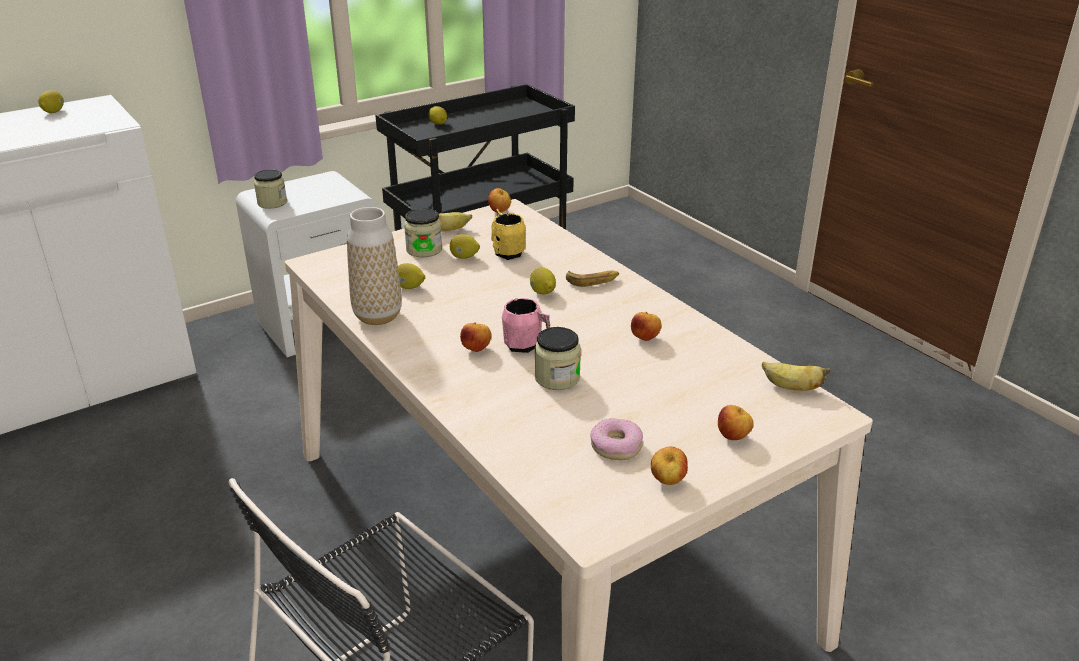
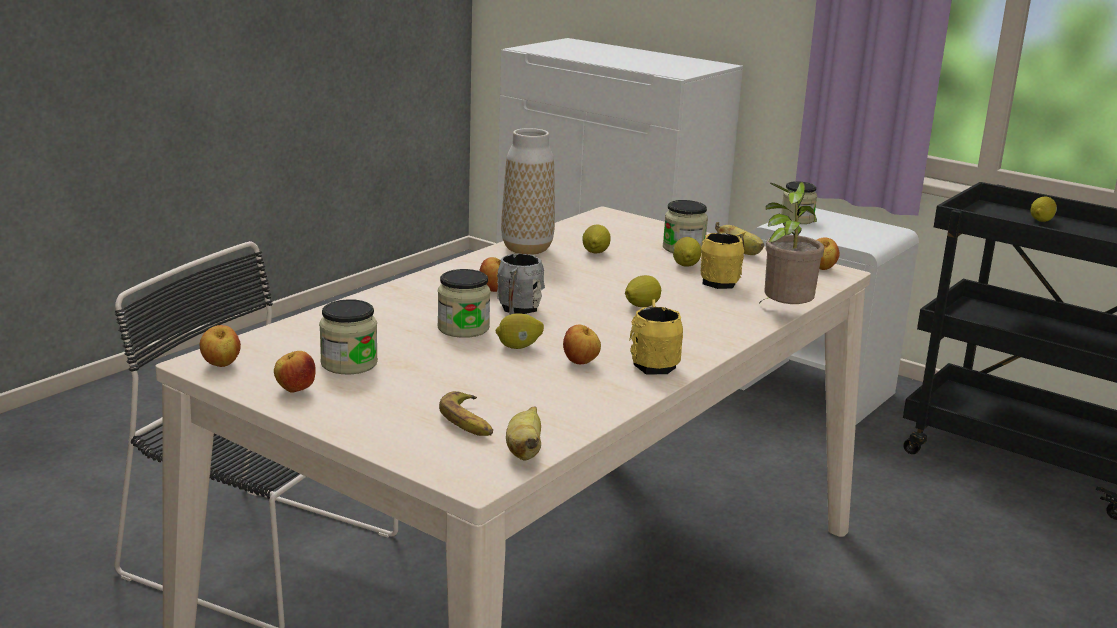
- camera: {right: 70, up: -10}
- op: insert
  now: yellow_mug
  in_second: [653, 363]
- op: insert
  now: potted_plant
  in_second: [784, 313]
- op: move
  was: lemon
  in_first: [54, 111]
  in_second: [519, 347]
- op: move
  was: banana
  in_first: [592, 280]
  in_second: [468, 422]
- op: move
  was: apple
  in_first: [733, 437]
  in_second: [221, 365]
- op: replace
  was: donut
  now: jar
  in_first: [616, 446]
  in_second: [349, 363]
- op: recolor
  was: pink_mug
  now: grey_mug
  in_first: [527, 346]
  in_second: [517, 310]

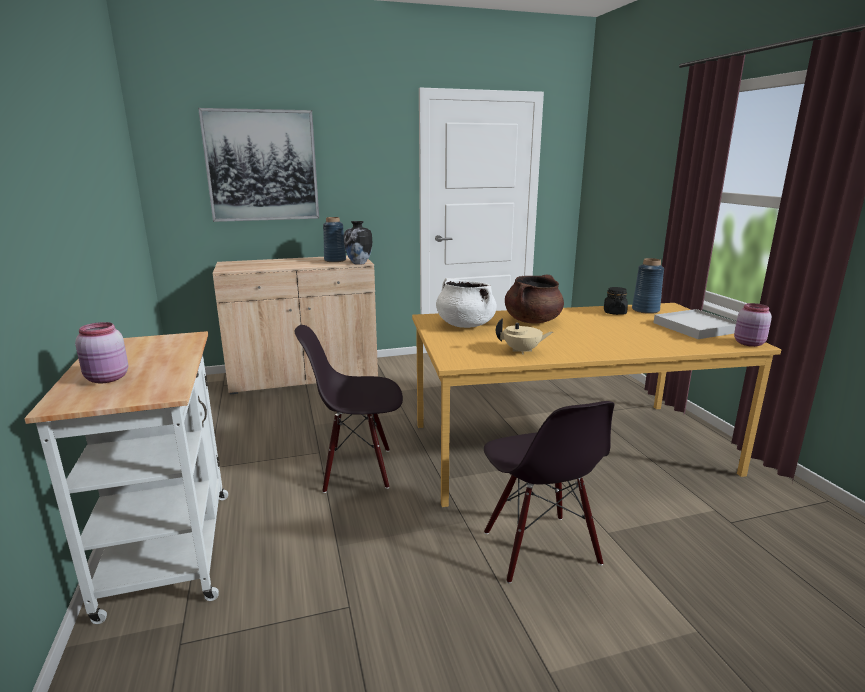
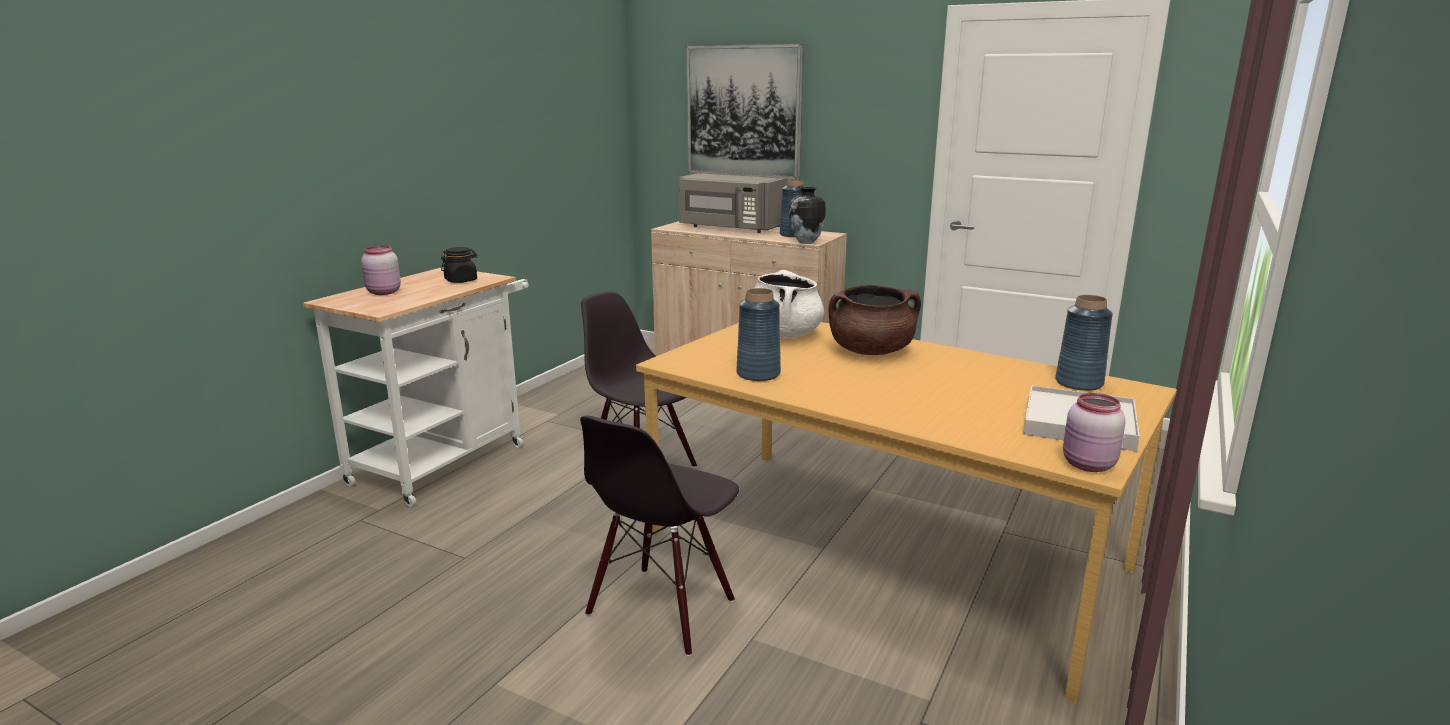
- camera: {right: 45, up: 0}
- op: insert
  now: grey_microwave
  in_second: [729, 228]
- op: move
  was: black_jar
  in_first: [614, 312]
  in_second: [461, 280]
- op: replace
  was: beige_teapot
  now: blue_vase
  in_first: [522, 351]
  in_second: [758, 374]

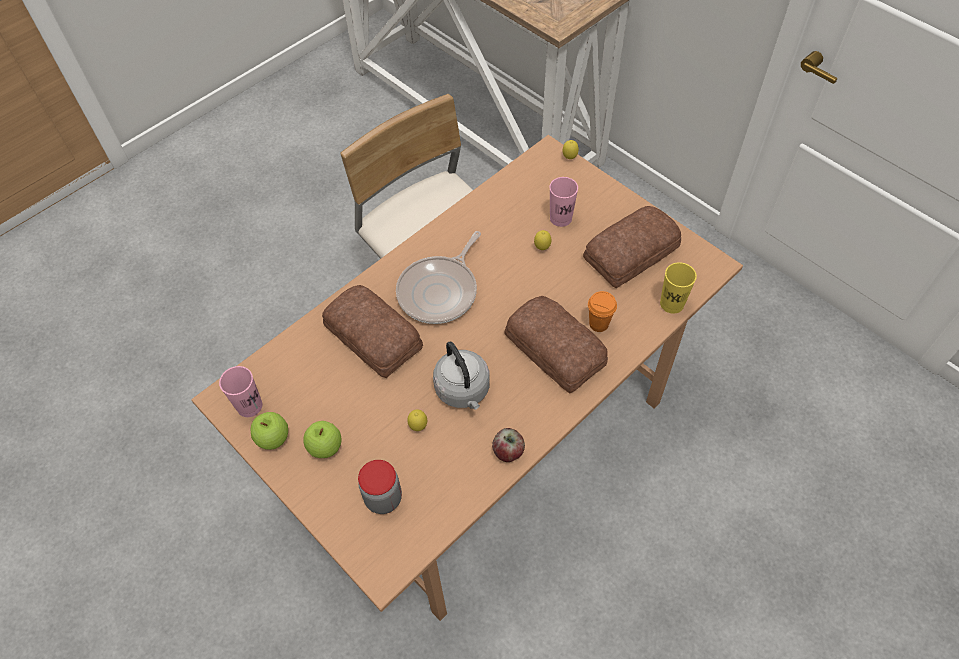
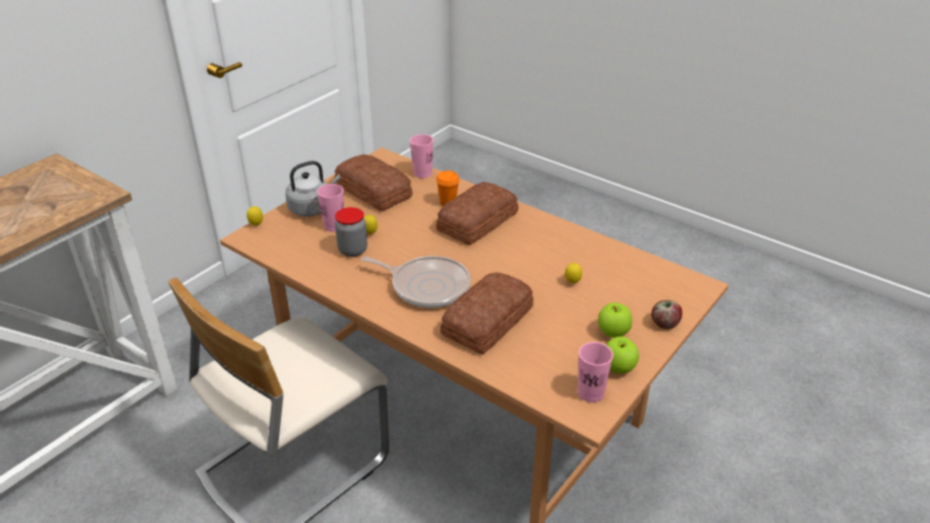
- camera: {right: -100, up: -20}
- op: move
  was: jar
  in_first: [383, 498]
  in_second: [353, 250]
- op: move
  was: grey_kettle
  in_first: [463, 391]
  in_second: [312, 208]
- op: move
  was: apple
  in_first: [508, 451]
  in_second: [664, 324]
- op: recolor
  was: yellow_cup
  now: pink_cup
  in_first: [672, 304]
  in_second: [422, 173]

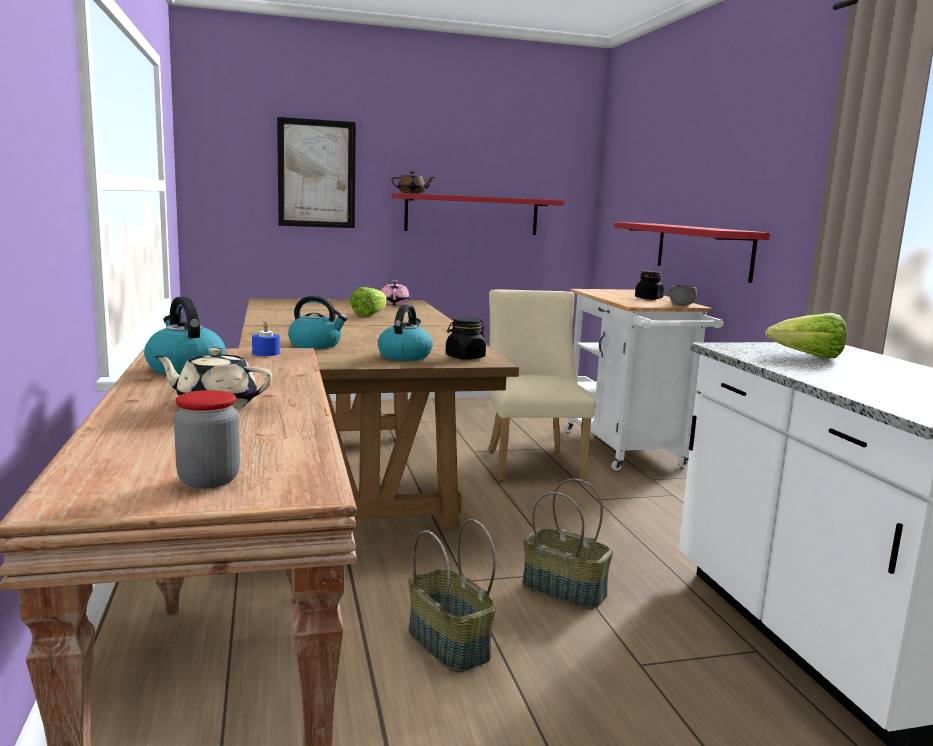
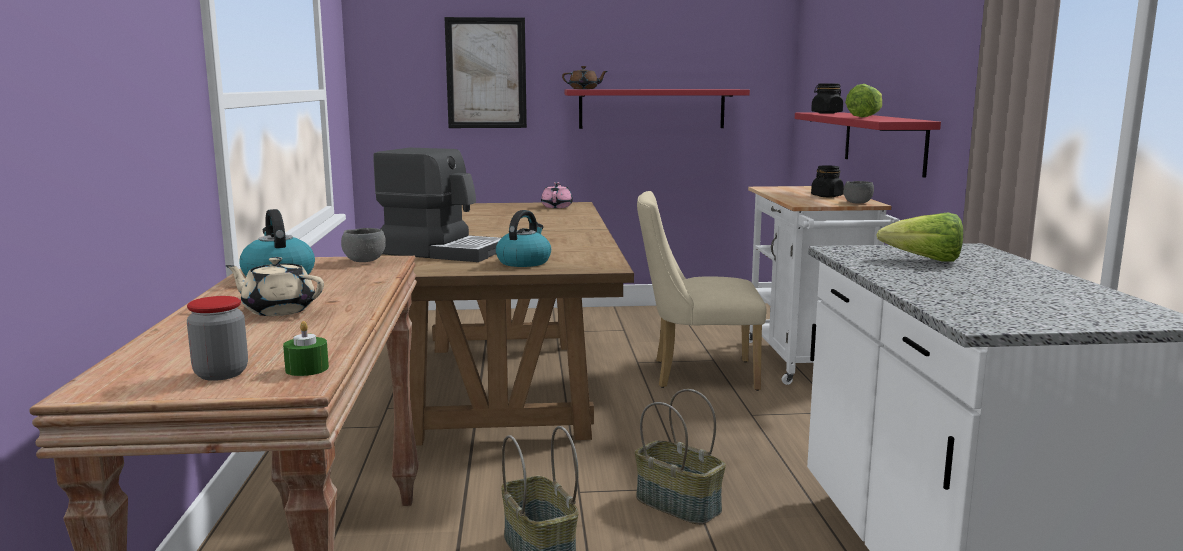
- camera: {right: 10, up: 0}
- op: insert
  now: green_candle
  in_second: [307, 369]
- op: move
  was: lettuce
  in_first: [369, 315]
  in_second: [865, 117]
- op: move
  was: black_jar
  in_first: [465, 357]
  in_second: [826, 113]
- op: replace
  was: blue_candle
  now: grey_bowl
  in_first: [266, 353]
  in_second: [364, 261]
- op: replace
  was: kettle
  now: coffee_machine
  in_first: [316, 345]
  in_second: [443, 251]
- op: rotate
  was: beige_chair
  in_first: [531, 462]
  in_second: [695, 374]
  clockwise: -90

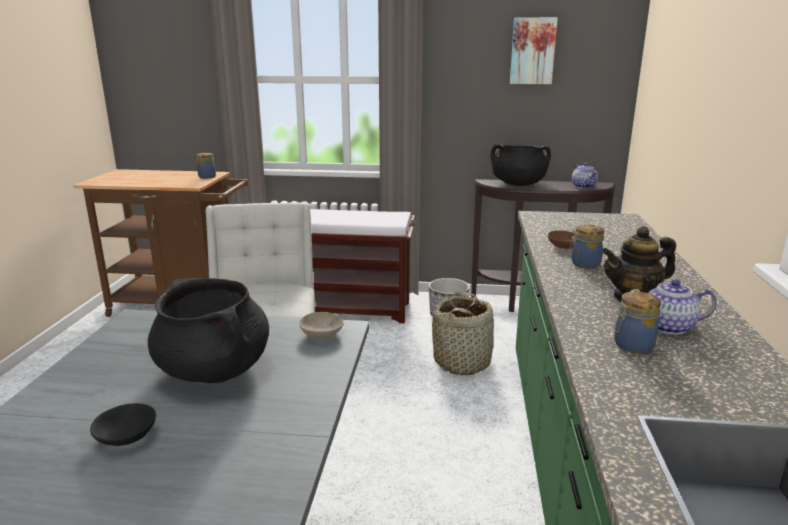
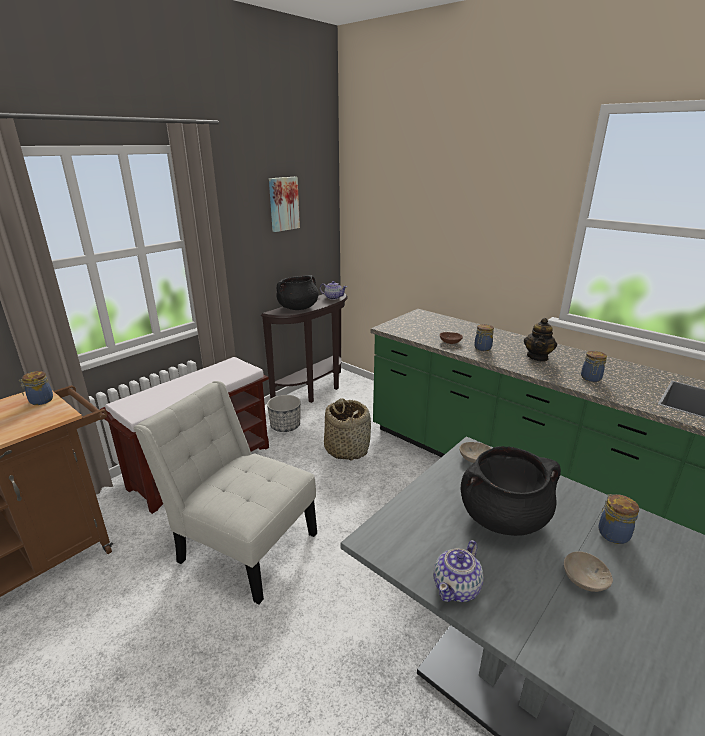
- camera: {right: -55, up: 5}
- op: insert
  now: jar
  in_second: [612, 533]
- op: move
  was: teapot
  in_first: [668, 327]
  in_second: [457, 587]
- op: recolor
  was: black_bowl
  now: beige_bowl
  in_first: [127, 435]
  in_second: [583, 579]

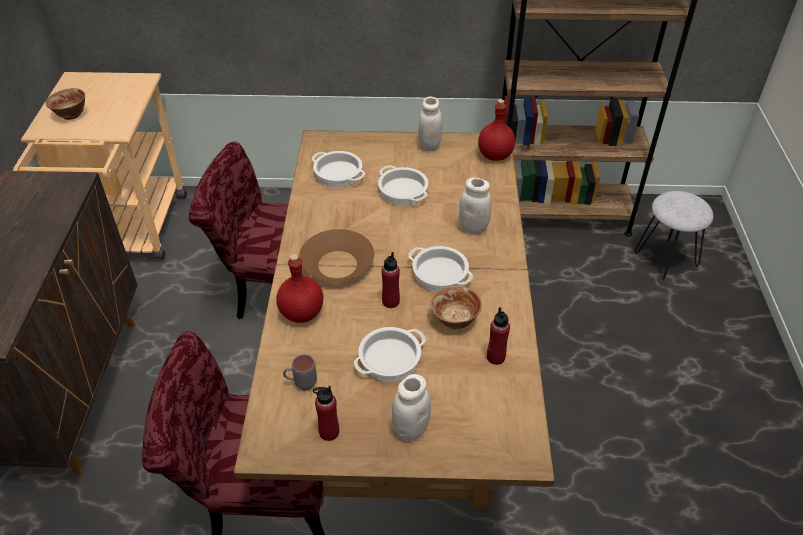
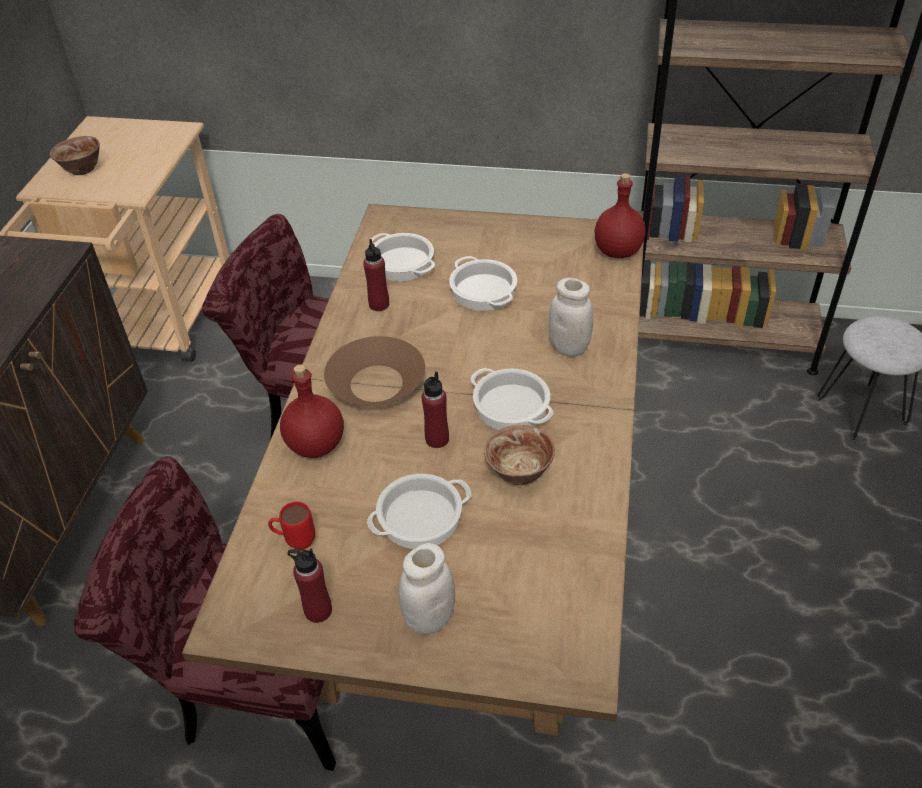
- camera: {right: 10, up: 0}
- op: delete
  was: white_jar
  in_first: [429, 145]
- op: move
  was: red_bottle
  in_first: [496, 357]
  in_second: [379, 304]
- op: recolor
  was: grey_mug
  now: red_mug
  in_first: [301, 384]
  in_second: [295, 541]

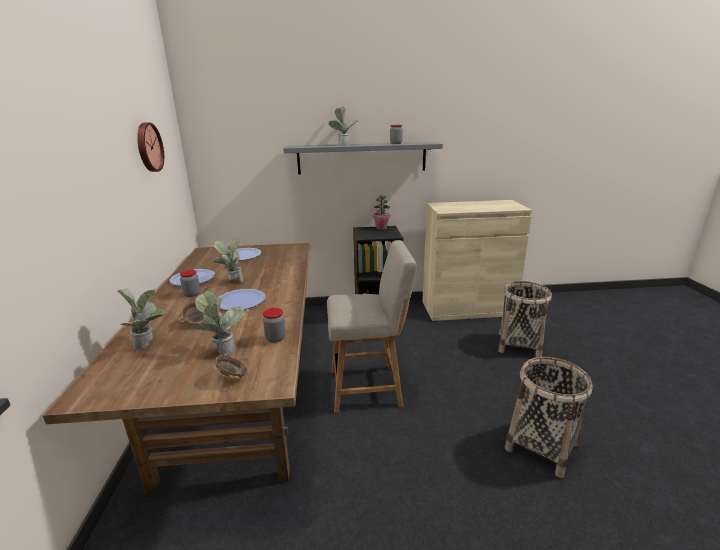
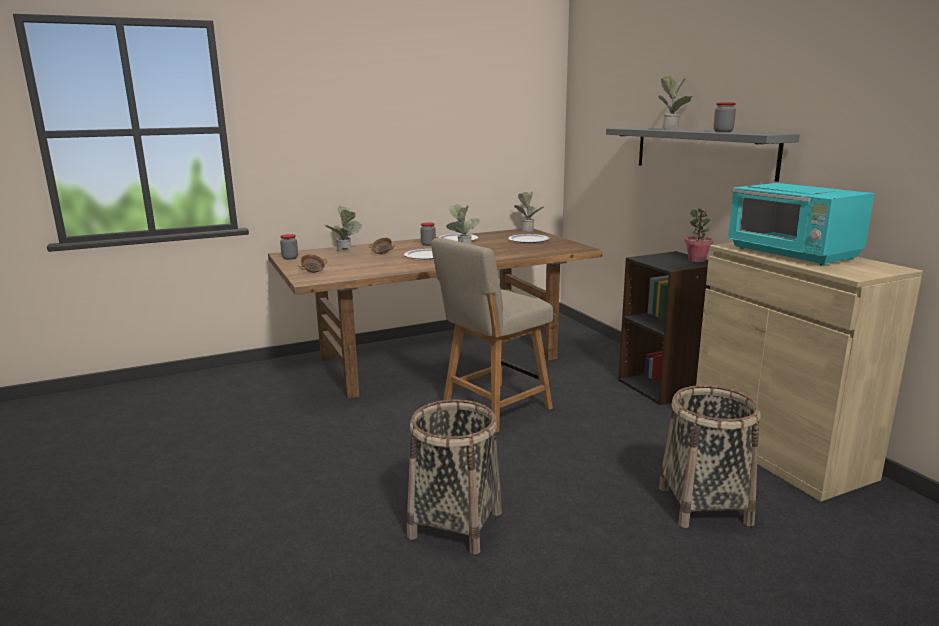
- camera: {right: 70, up: -5}
- op: delete
  was: wall_clock
  in_first: [148, 147]
- op: insert
  now: turquoise_microwave
  in_second: [792, 254]
- op: move
  was: potted_plant
  in_first: [222, 350]
  in_second: [528, 230]
- op: move
  was: jar
  in_first: [275, 338]
  in_second: [290, 258]
- op: rotate
  was: beige_chair
  in_first: [369, 387]
  in_second: [493, 408]
  clockwise: 75

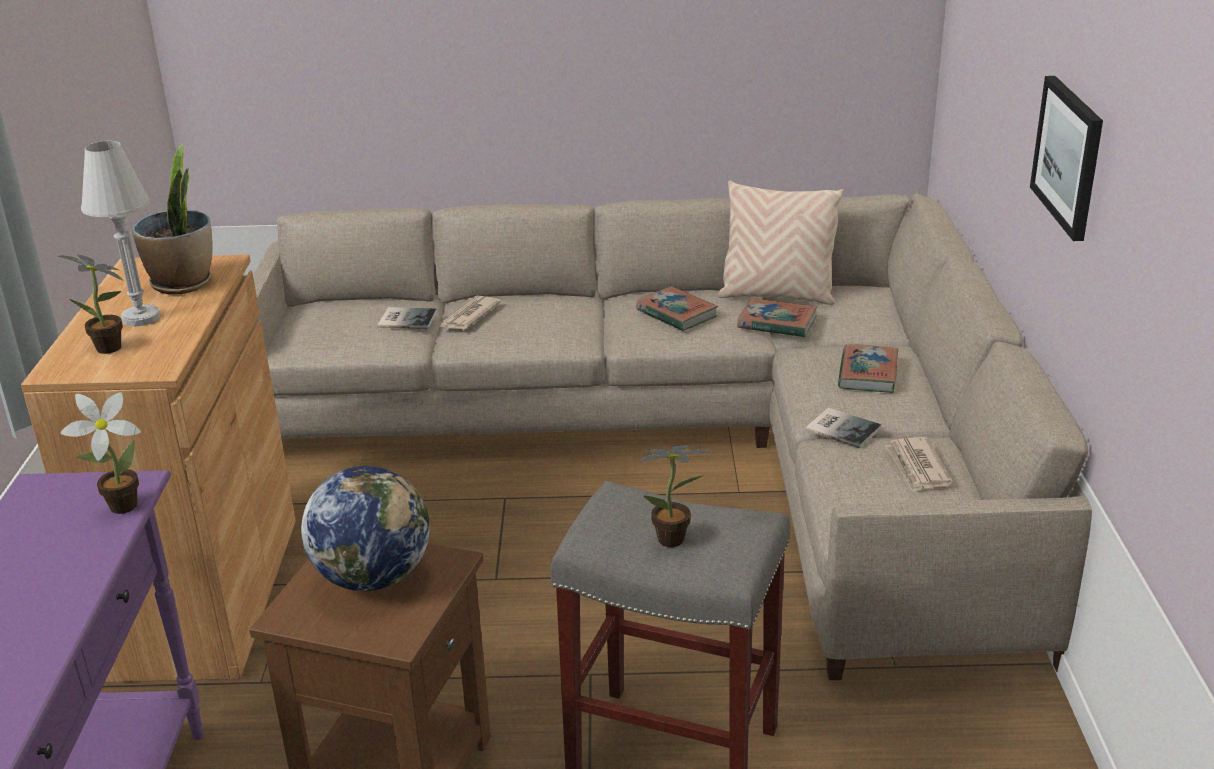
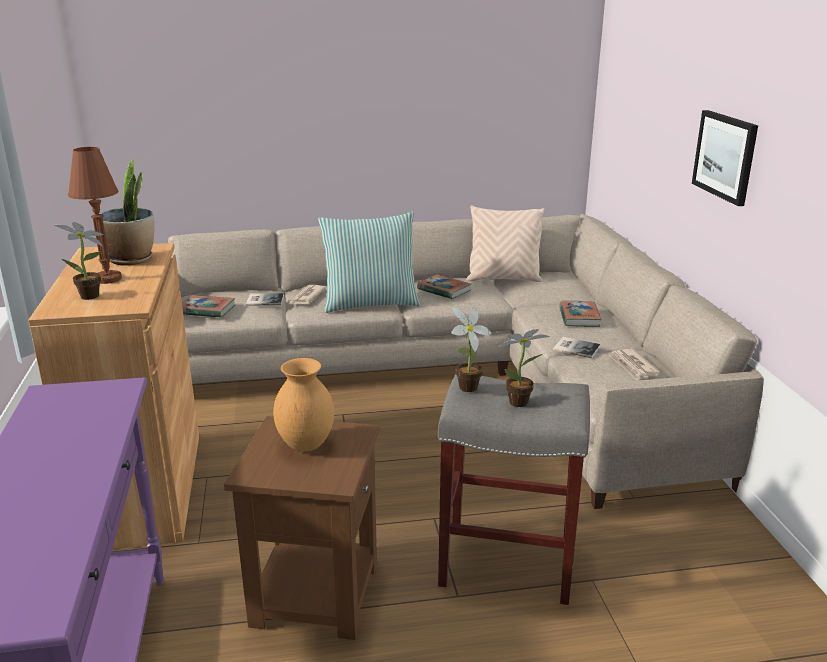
- camera: {right: -10, up: -5}
- op: insert
  now: pillow
  in_second: [370, 303]
- op: move
  was: potted_plant
  in_first: [118, 507]
  in_second: [465, 388]
- op: move
  was: book
  in_first: [777, 323]
  in_second: [206, 310]
- op: replace
  was: globe
  now: brown_vase
  in_first: [373, 577]
  in_second: [306, 444]
- op: recolor
  was: white_table_lamp
  now: brown_table_lamp
  in_first: [141, 318]
  in_second: [108, 279]

